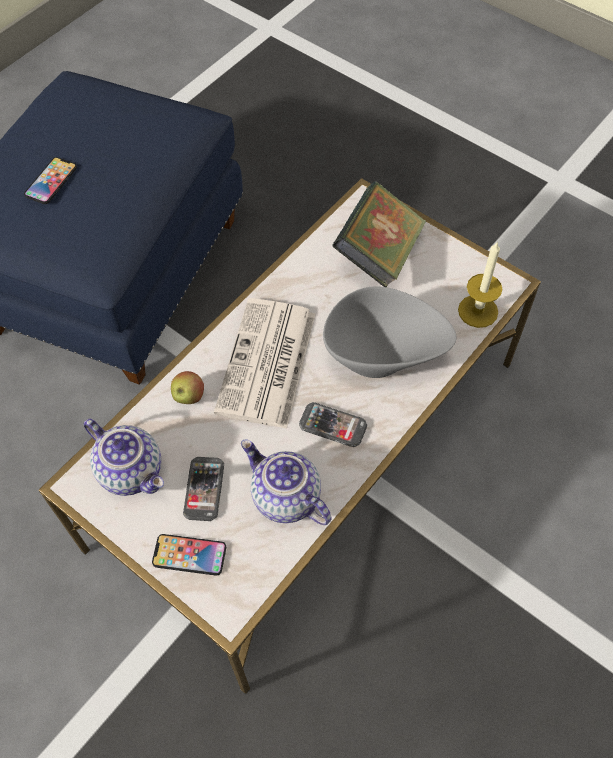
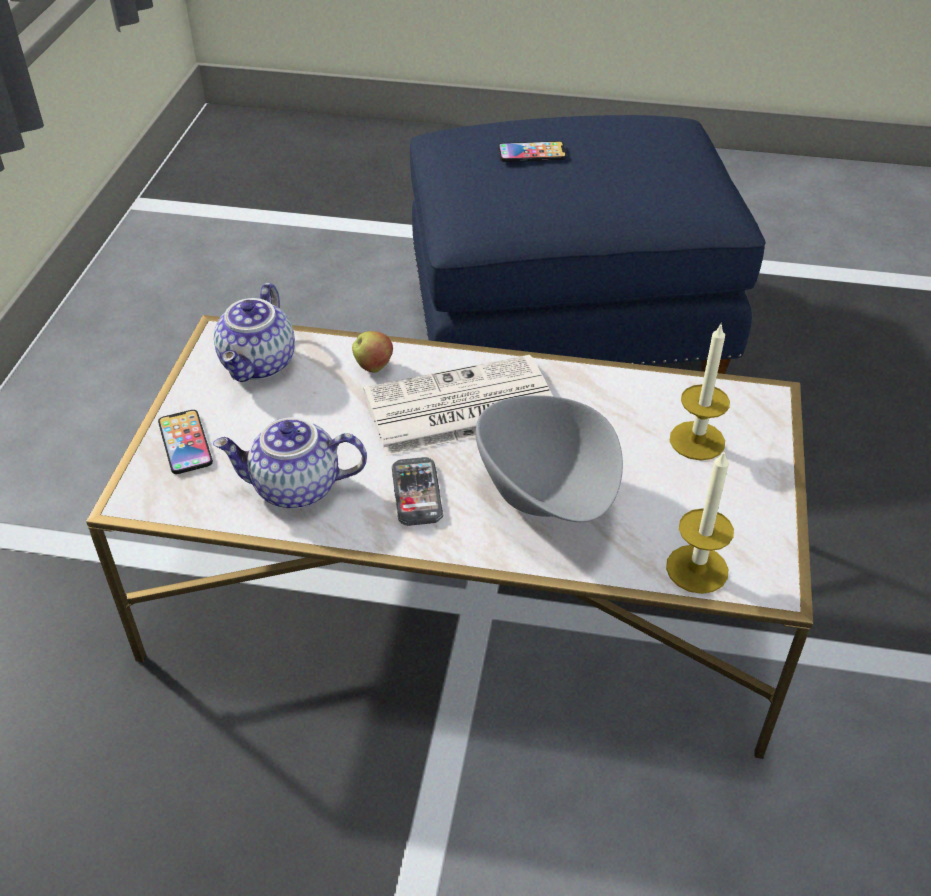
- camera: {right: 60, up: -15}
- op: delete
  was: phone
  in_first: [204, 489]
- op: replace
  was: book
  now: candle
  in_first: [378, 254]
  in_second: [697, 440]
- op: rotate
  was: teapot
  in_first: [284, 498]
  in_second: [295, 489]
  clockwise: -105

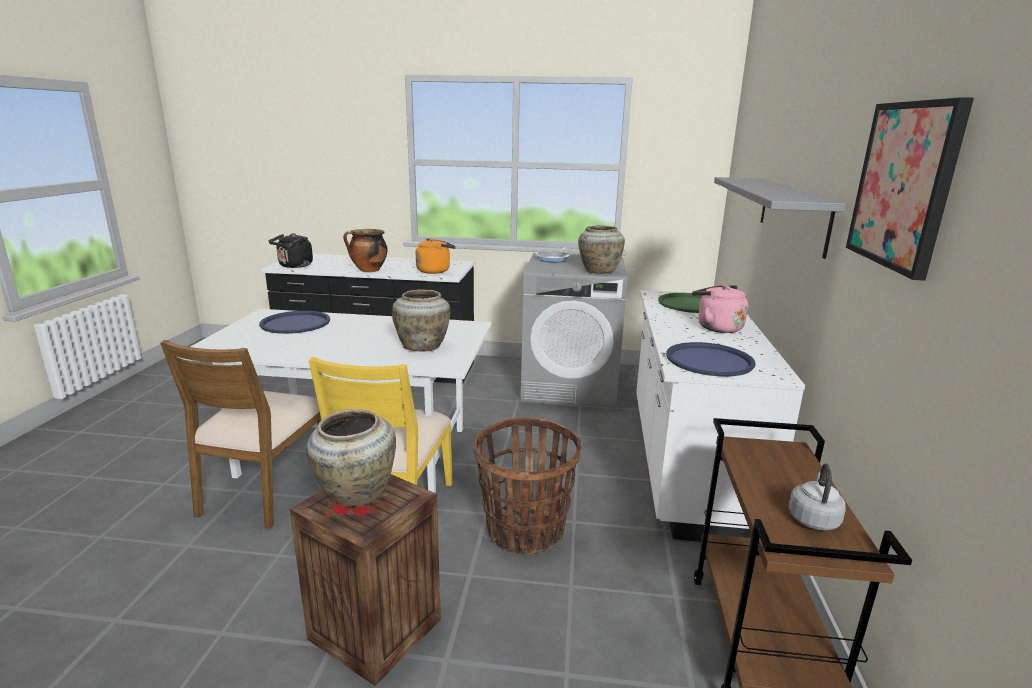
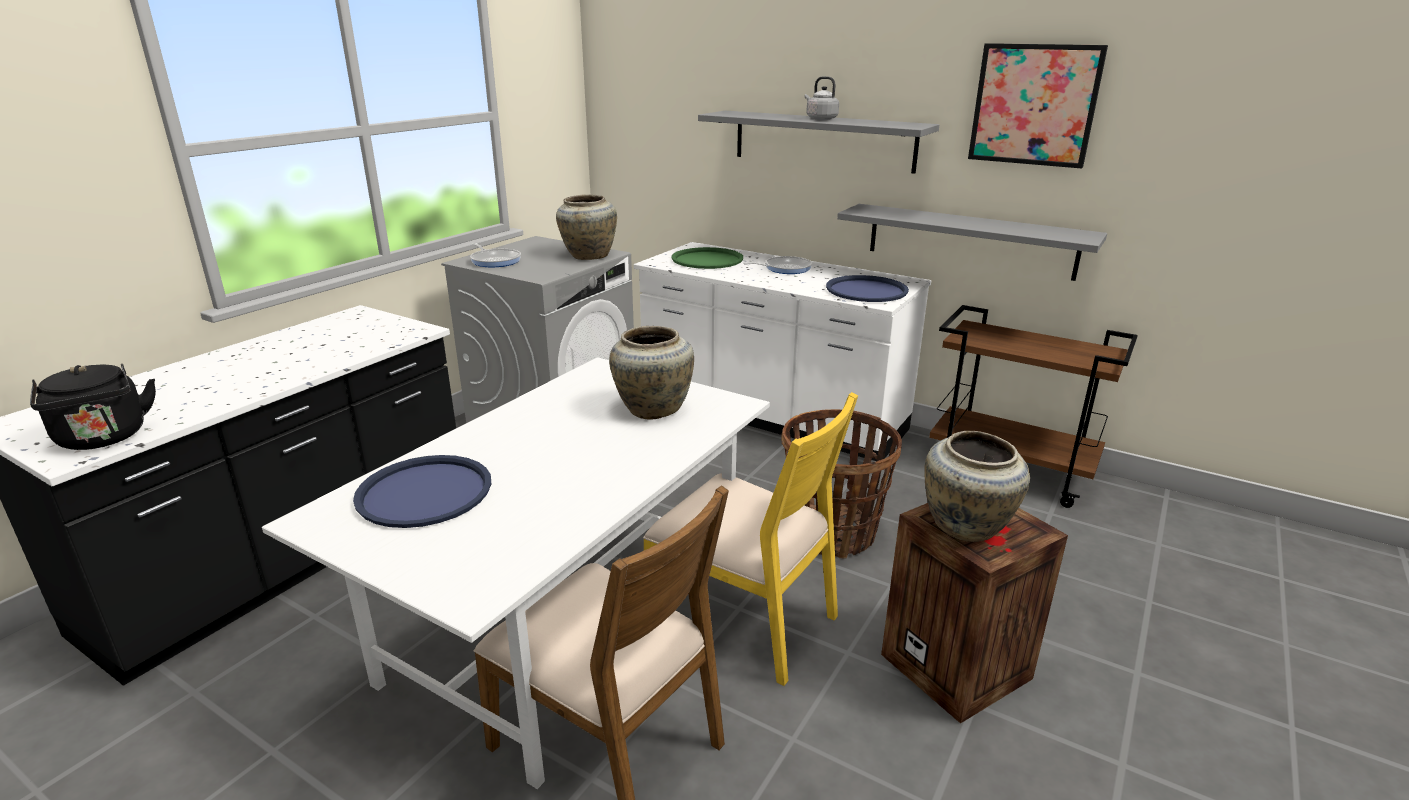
- camera: {right: -65, up: 5}
- op: delete
  was: cooking_pot
  in_first: [368, 270]
- op: delete
  was: orange_kettle
  in_first: [435, 271]
- op: insert
  now: grey_shelf
  in_second: [970, 241]
- op: move
  was: grey_kettle
  in_first: [813, 518]
  in_second: [820, 119]
- op: replace
  was: pink_kettle
  now: frying_pan
  in_first: [716, 327]
  in_second: [784, 268]

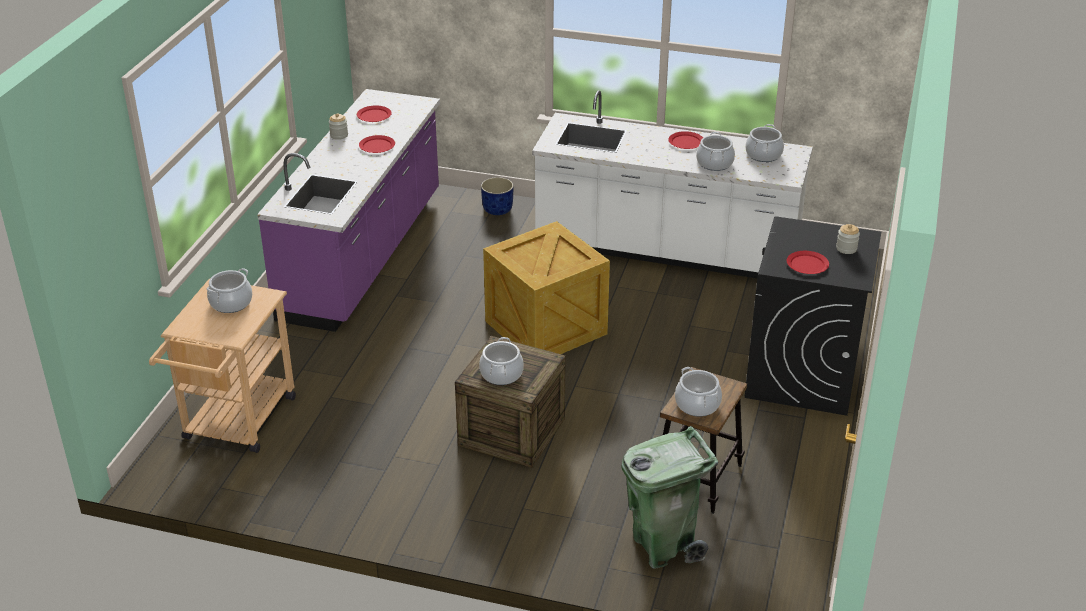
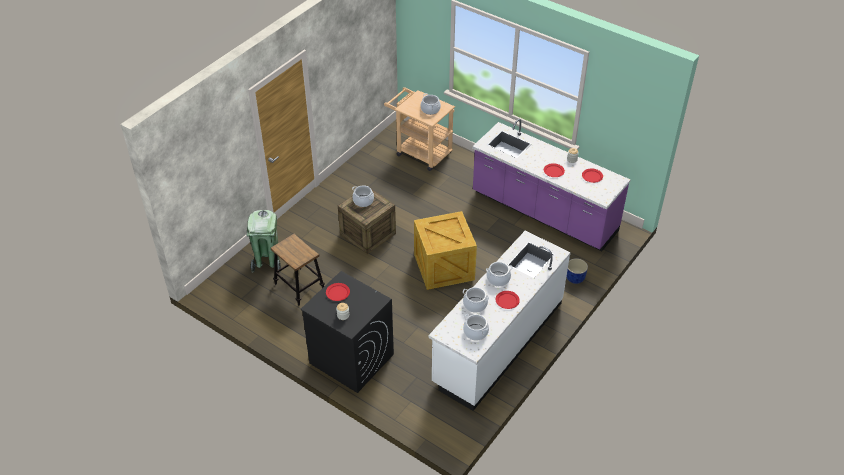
- camera: {right: 110, up: 10}
- op: move
  was: cooking_pot
  in_first: [697, 404]
  in_second: [498, 279]

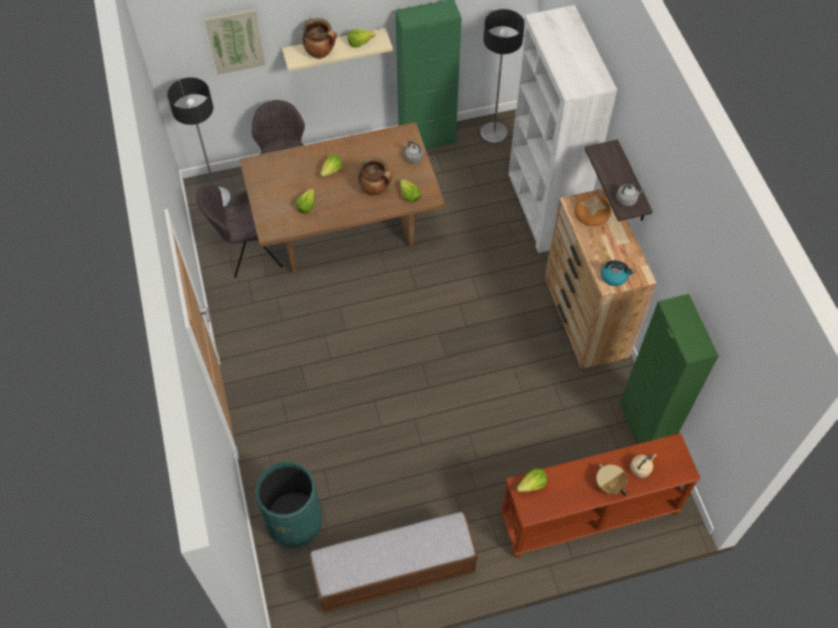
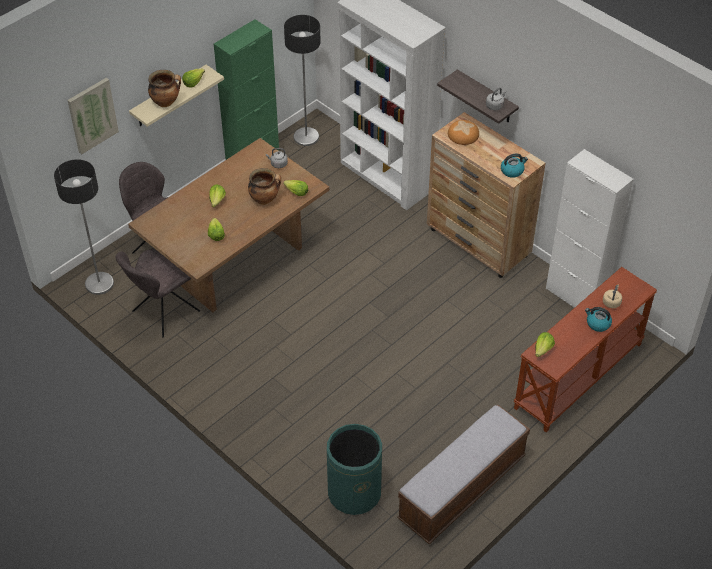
- camera: {right: -30, up: -10}
- op: replace
  was: beige_cooking_pot
  now: kettle
  in_first: [609, 485]
  in_second: [597, 323]
- op: recolor
  was: green_cabinet
  now: white_cabinet
  in_first: [644, 426]
  in_second: [575, 296]

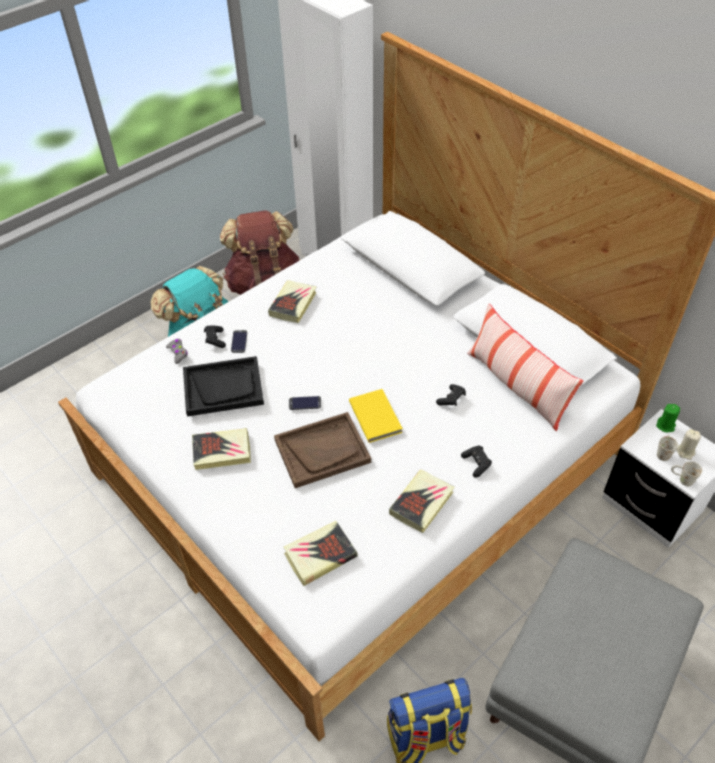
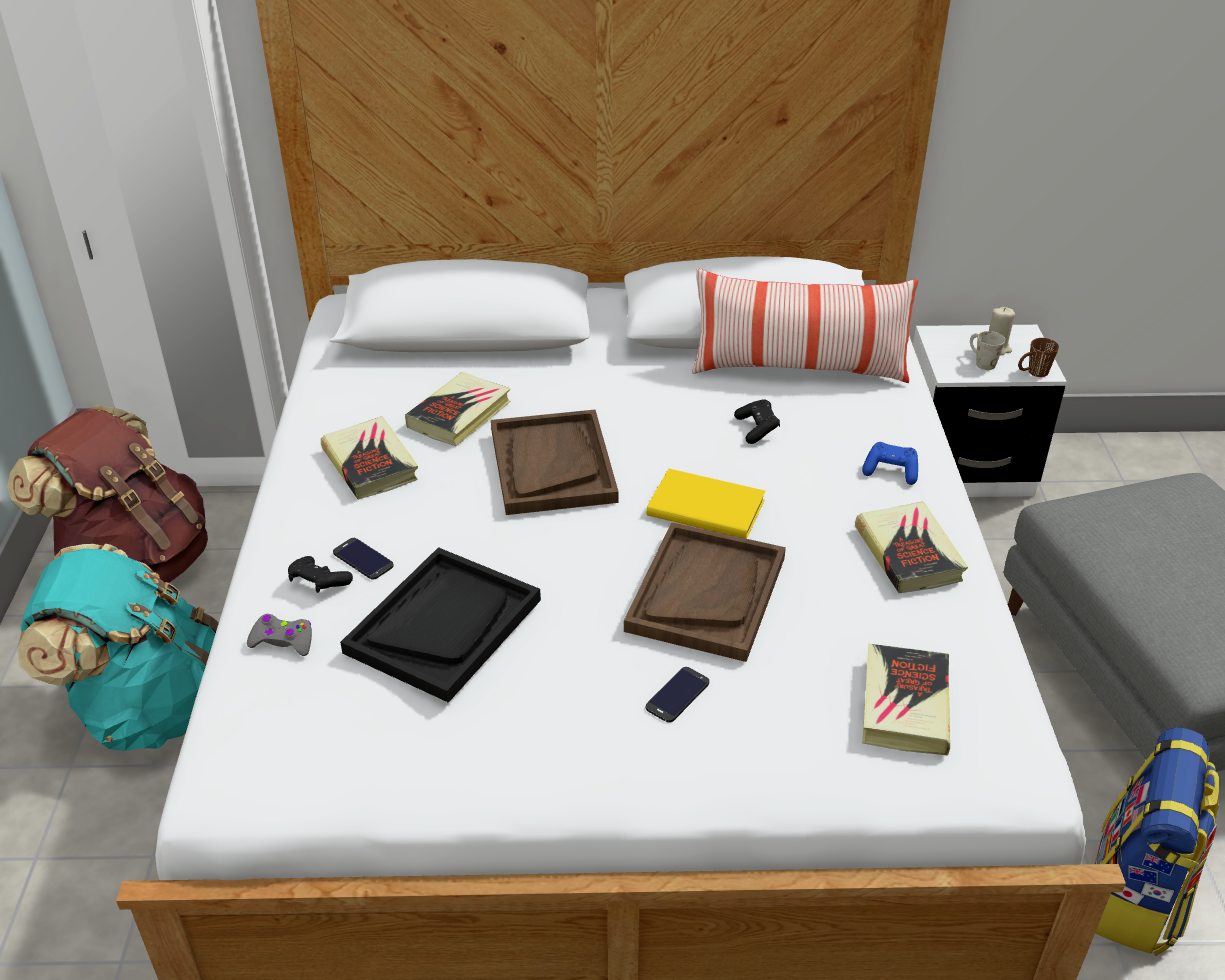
- camera: {right: -50, up: -10}
- op: delete
  was: green_candle
  in_first: [665, 426]
- op: insert
  now: brown_tray
  in_second: [552, 465]
- op: move
  was: book
  in_first: [222, 452]
  in_second: [459, 415]
- op: move
  was: phone
  in_first: [305, 403]
  in_second: [677, 695]
- op: recolor
  was: black_game_controller
  now: blue_game_controller
  in_first: [476, 464]
  in_second: [890, 471]
- op: recolor
  was: white_mug
  now: brown_mug
  in_first: [681, 479]
  in_second: [1032, 373]

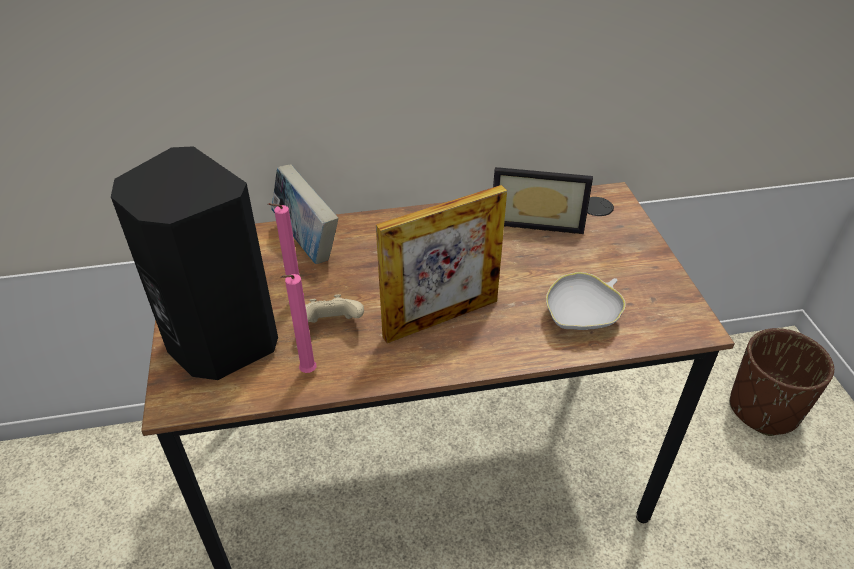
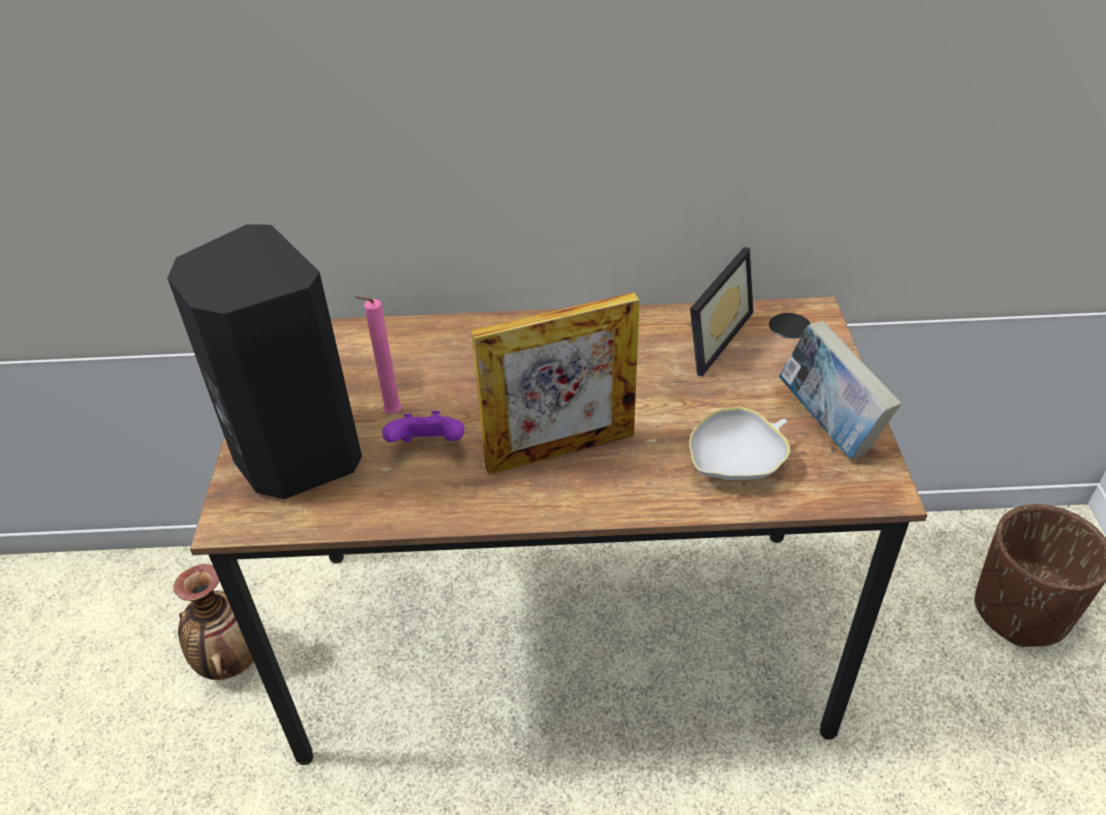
- camera: {right: 10, up: 0}
- op: delete
  was: pink_candle
  in_first: [306, 373]
- op: insert
  now: vase
  in_second: [231, 659]
- op: move
  was: book
  in_first: [307, 242]
  in_second: [828, 425]
- op: recolor
  was: beige_game_controller
  now: purple_game_controller
  in_first: [332, 325]
  in_second: [428, 447]
- op: rotate
  was: picture_frame
  in_first: [537, 219]
  in_second: [708, 337]
  clockwise: -75

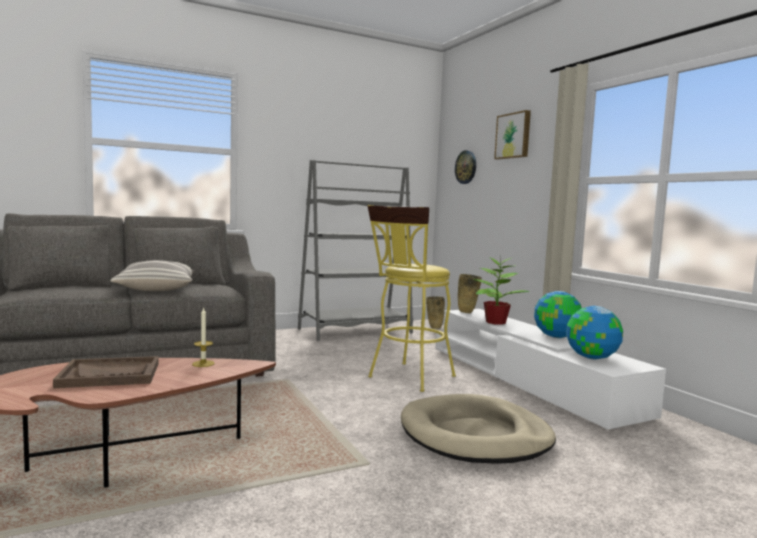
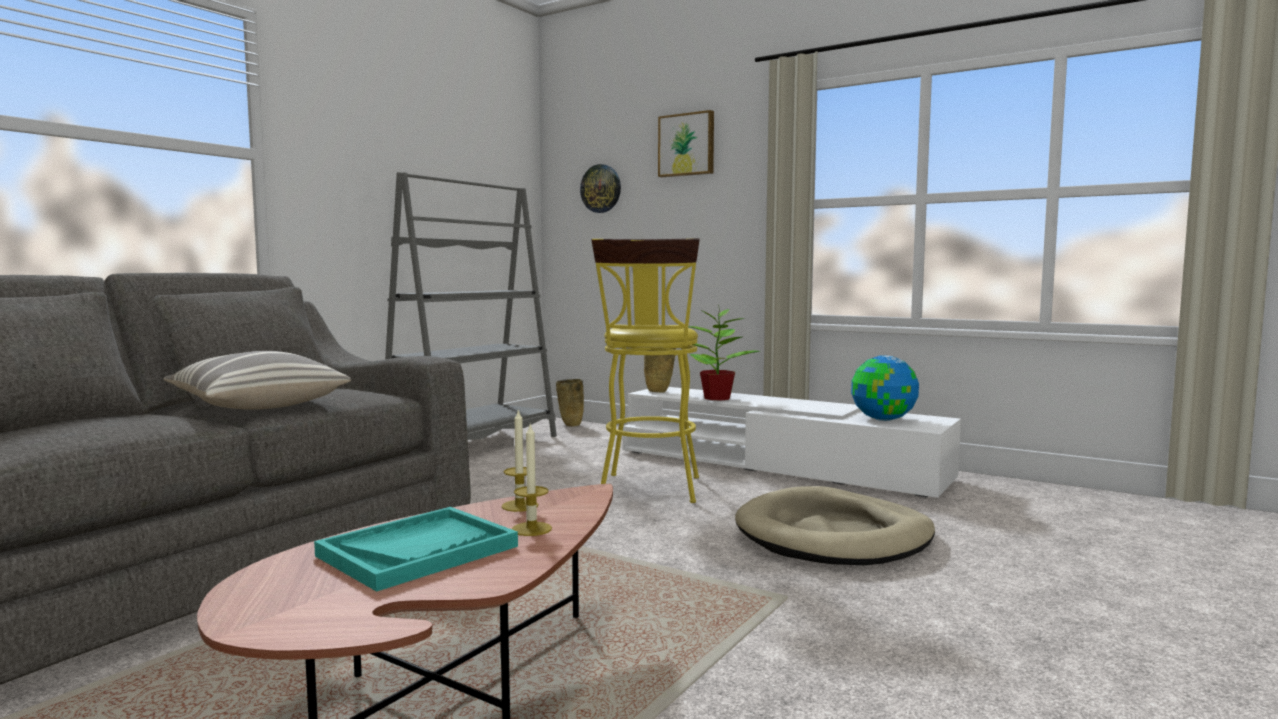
- camera: {right: -30, up: 0}
- op: delete
  was: globe
  in_first: [557, 337]
- op: insert
  now: candle
  in_second: [531, 529]
- op: recolor
  was: brown_tray
  now: turquoise_tray
  in_first: [110, 375]
  in_second: [418, 551]

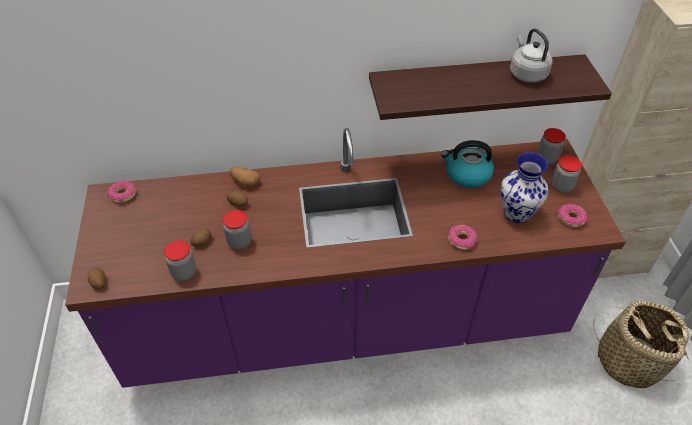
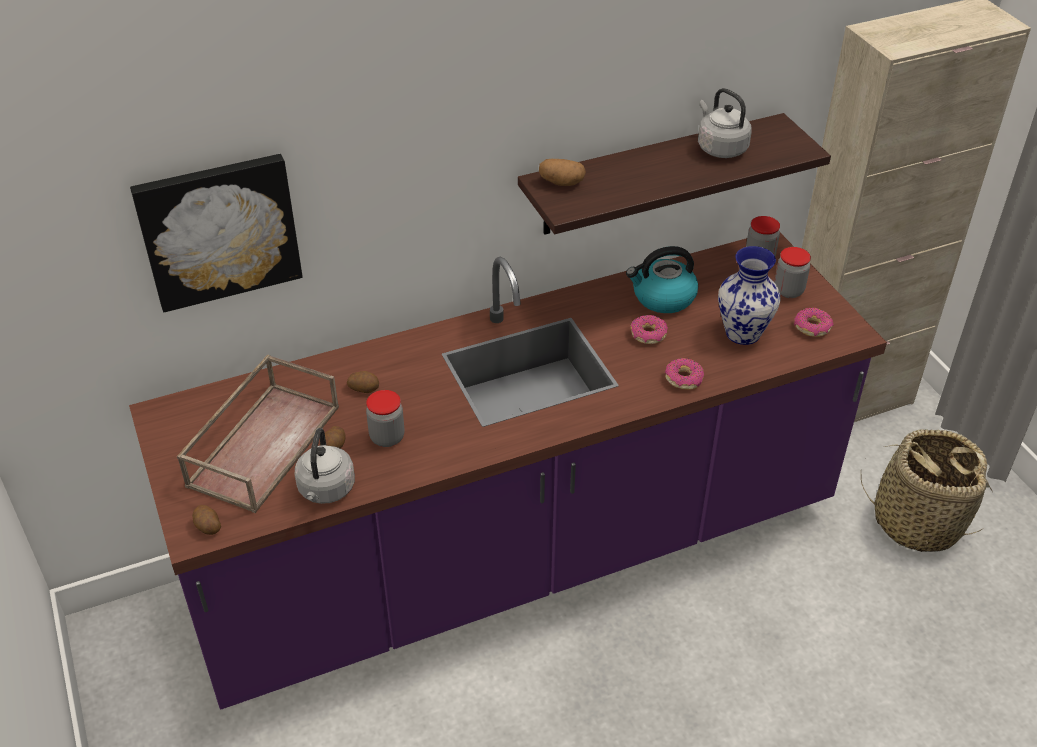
- camera: {right: -15, up: -5}
- op: insert
  now: picture
  in_second: [219, 230]
- op: insert
  now: brown_tray
  in_second: [264, 444]
- op: move
  was: donut
  in_first: [123, 195]
  in_second: [648, 335]
- op: move
  was: potato
  in_first: [245, 182]
  in_second: [561, 182]
- op: replace
  was: jar
  now: grey_kettle
  in_first: [184, 273]
  in_second: [326, 490]

